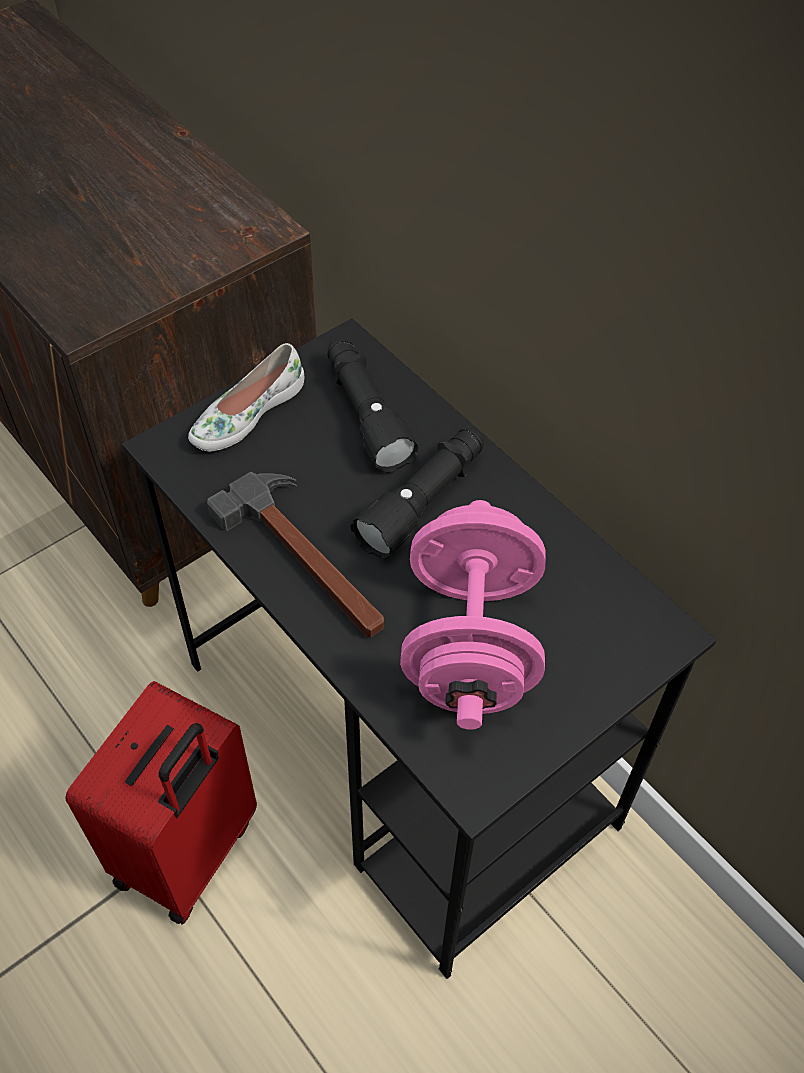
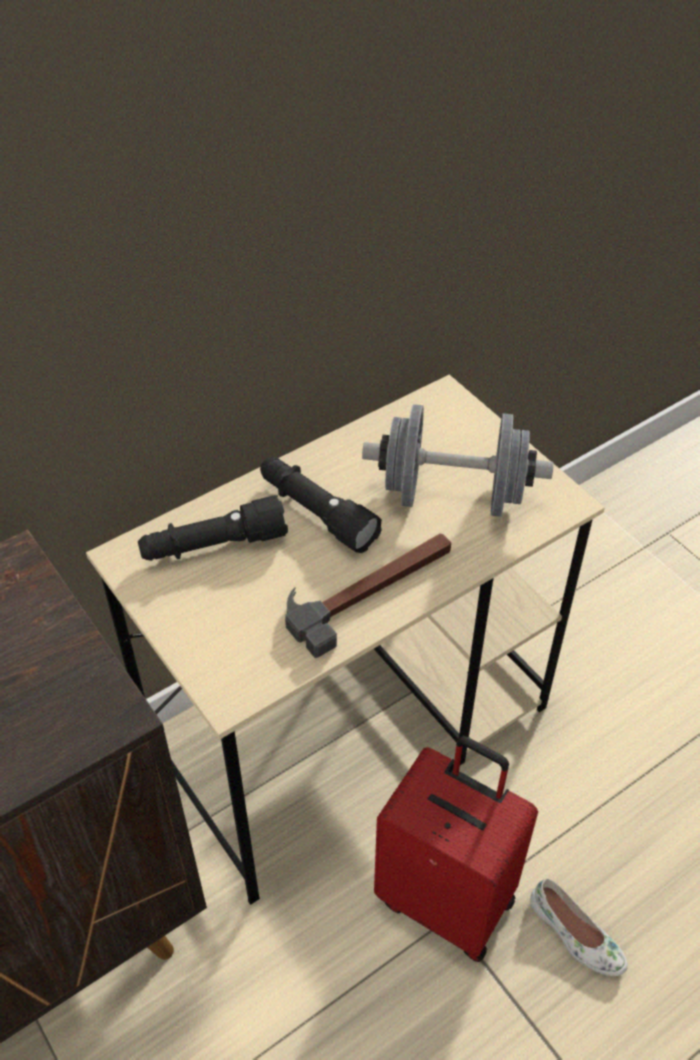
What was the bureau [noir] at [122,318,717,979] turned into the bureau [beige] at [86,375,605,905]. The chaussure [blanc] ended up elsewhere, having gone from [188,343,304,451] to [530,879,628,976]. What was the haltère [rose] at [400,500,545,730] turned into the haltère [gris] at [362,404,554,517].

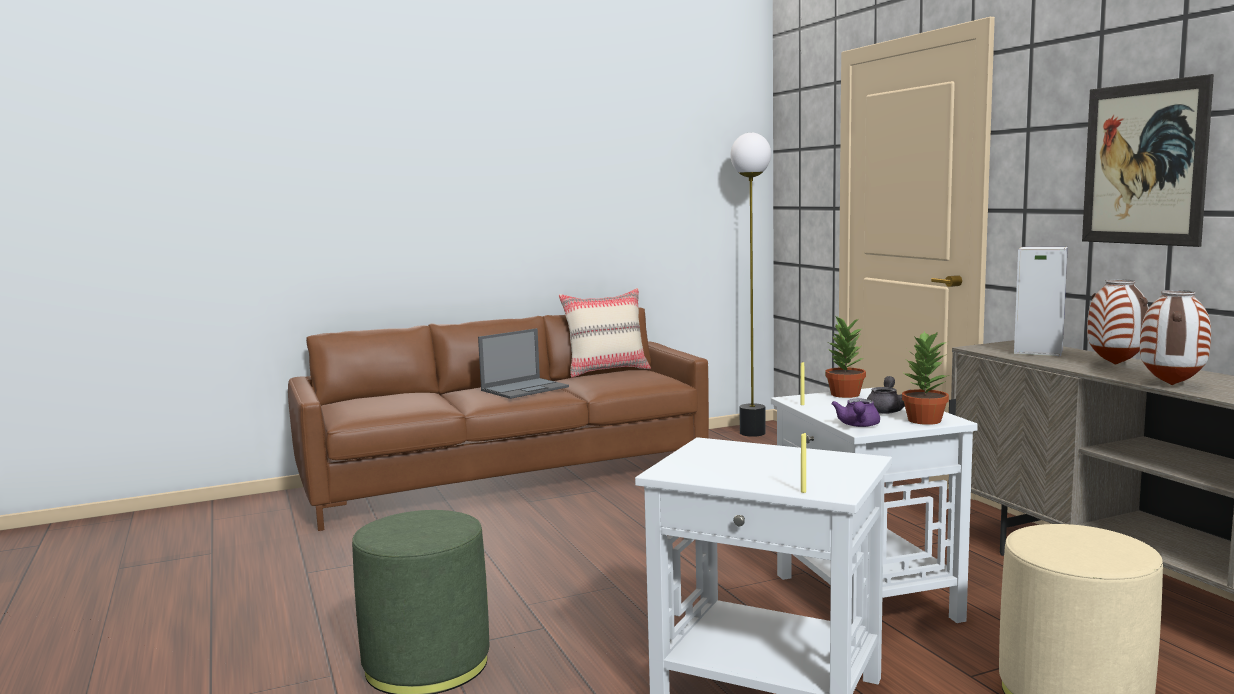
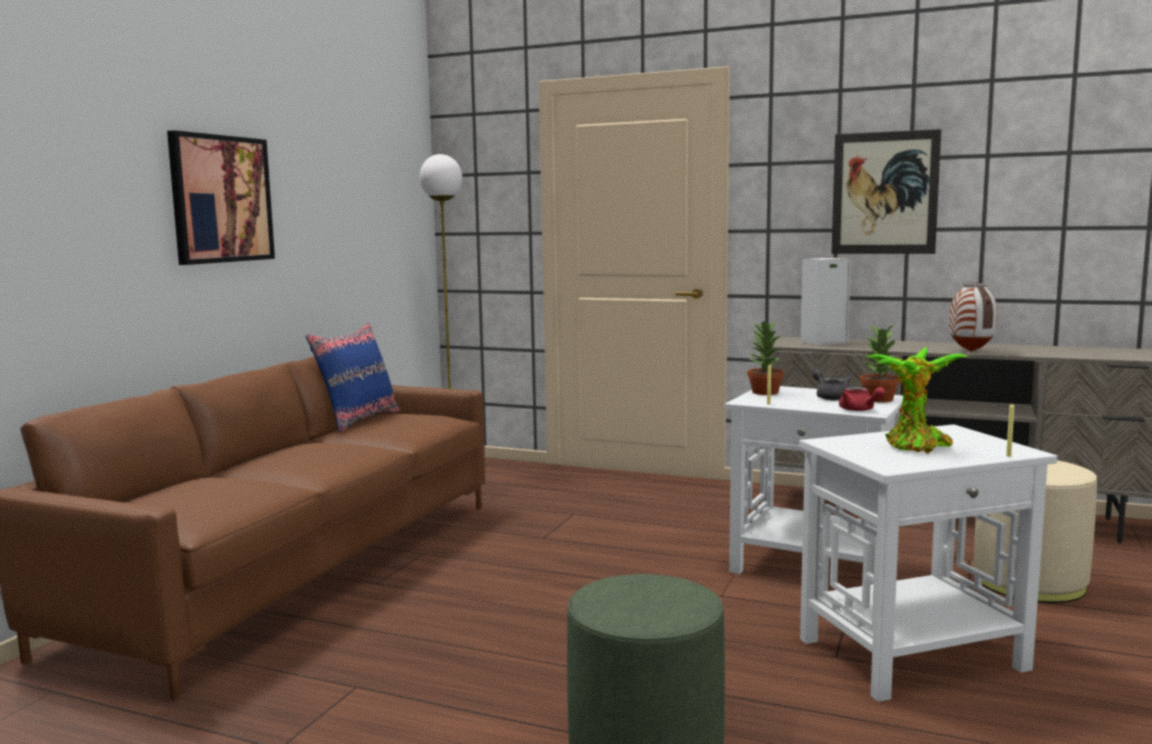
The second view lost the ordinateur portable at [478,328,569,399]. What was the coussin [beige] at [559,288,651,378] turned into the coussin [bleu] at [306,323,400,432]. What was the théière [violet] at [831,399,880,427] turned into the théière [rouge] at [839,387,886,411]. The second view lost the vase at [1087,279,1148,365]. The second view gained the tableau at [167,130,275,265]. The second view gained the plante en pot at [866,347,969,454].

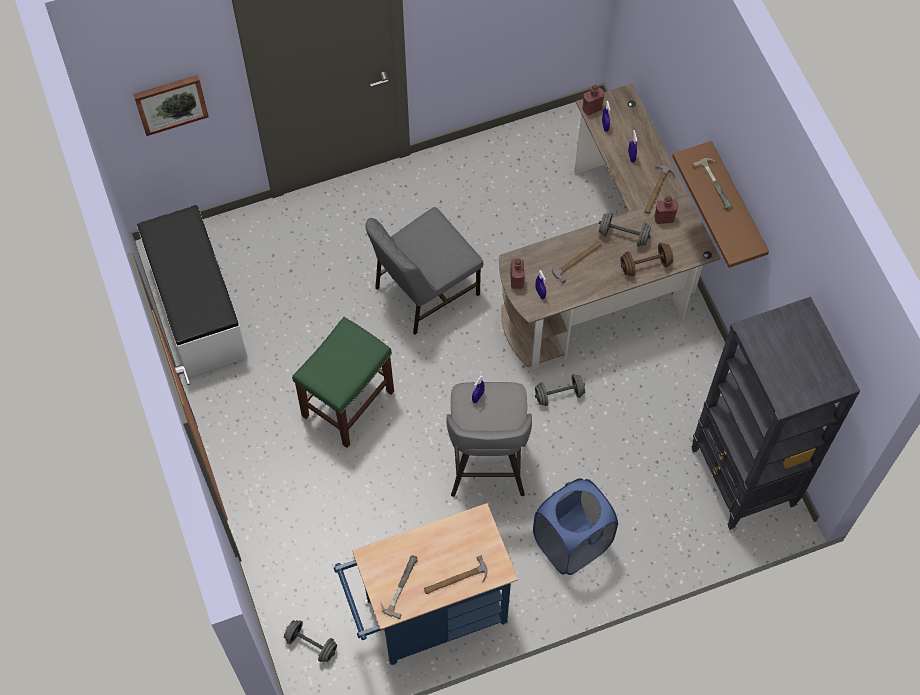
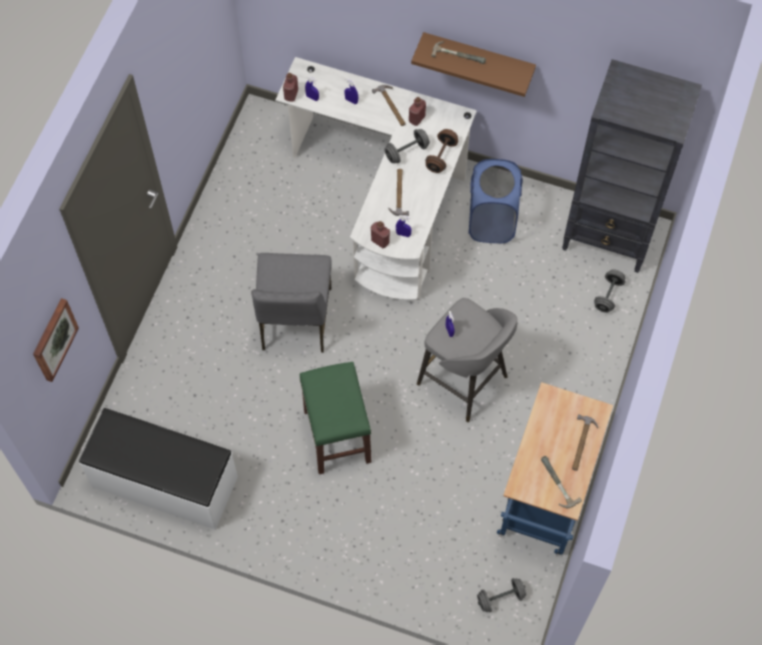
What was the bureau [marron] at [499,84,720,370] turned into the bureau [blanc] at [275,57,477,300]. The panier à linge [bleu] ended up elsewhere, having gone from [533,478,618,575] to [469,159,523,243]. The haltère [gris] ended up elsewhere, having gone from [535,374,585,406] to [594,269,625,313].

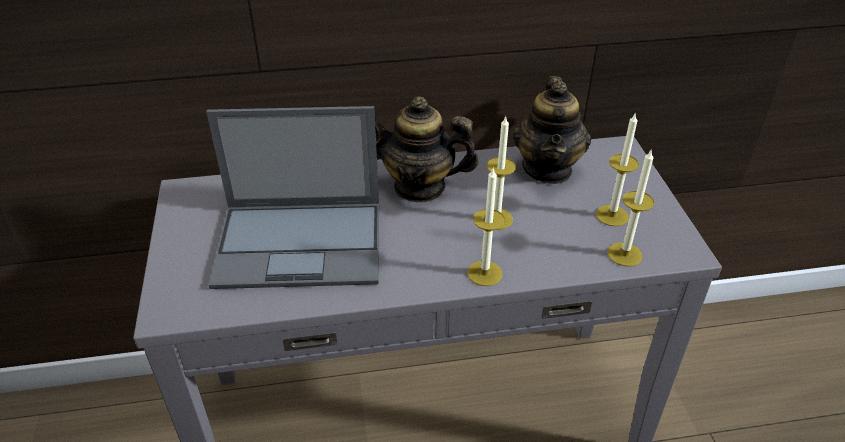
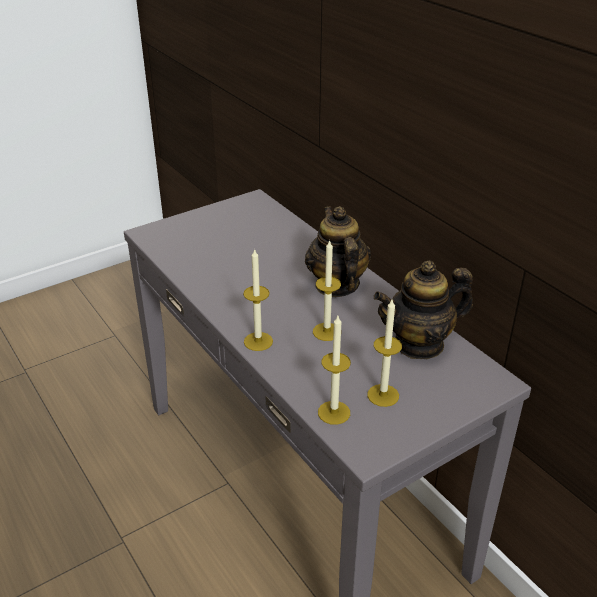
The second view lost the ordinateur portable at [206,106,379,289].

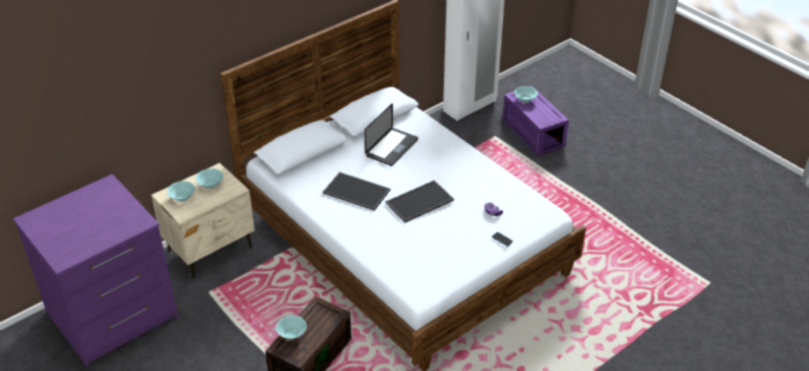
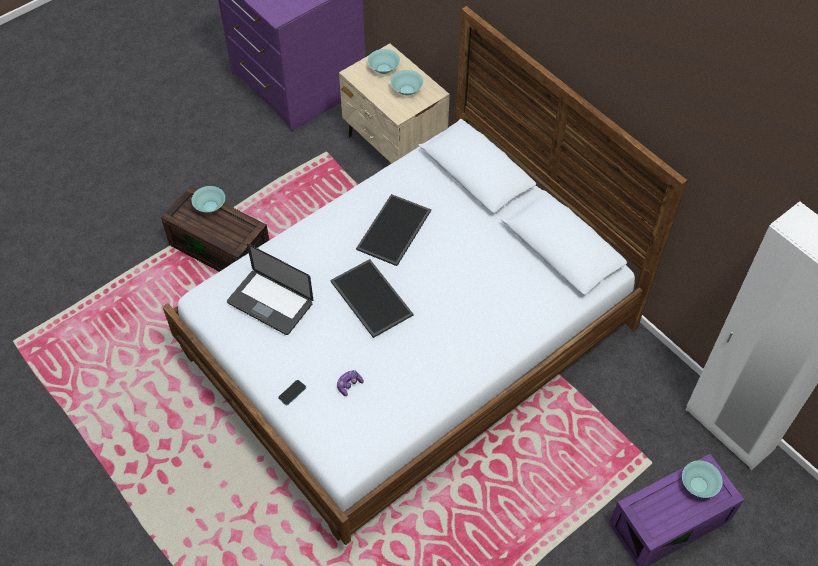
The ordinateur portable ended up elsewhere, having gone from [364,103,418,166] to [227,244,313,335].

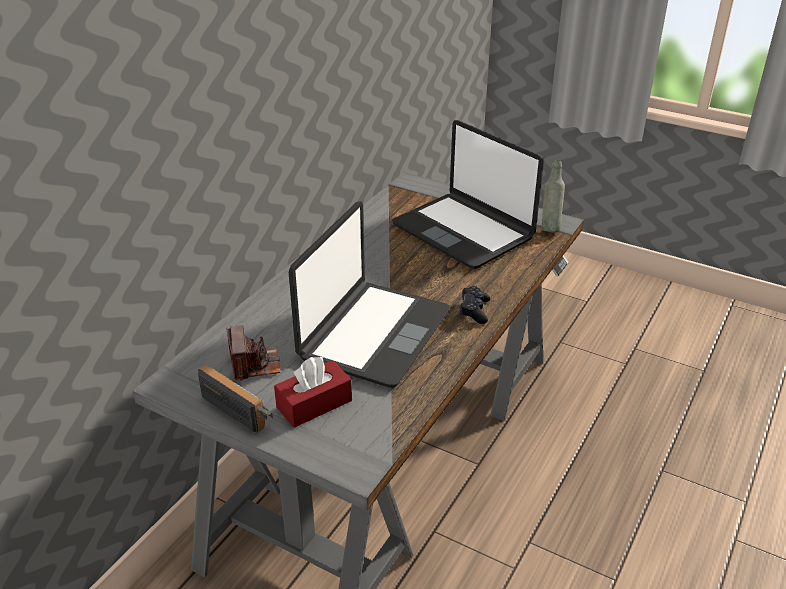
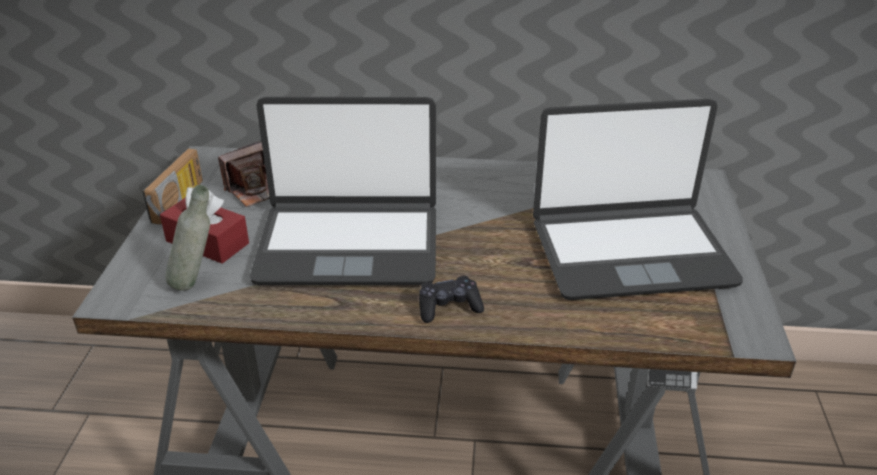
The ordinateur portable at [392,120,544,269] ended up facing another way, 120 degrees counterclockwise from before. The bouteille [gris] ended up elsewhere, having gone from [542,160,565,232] to [165,185,210,291].

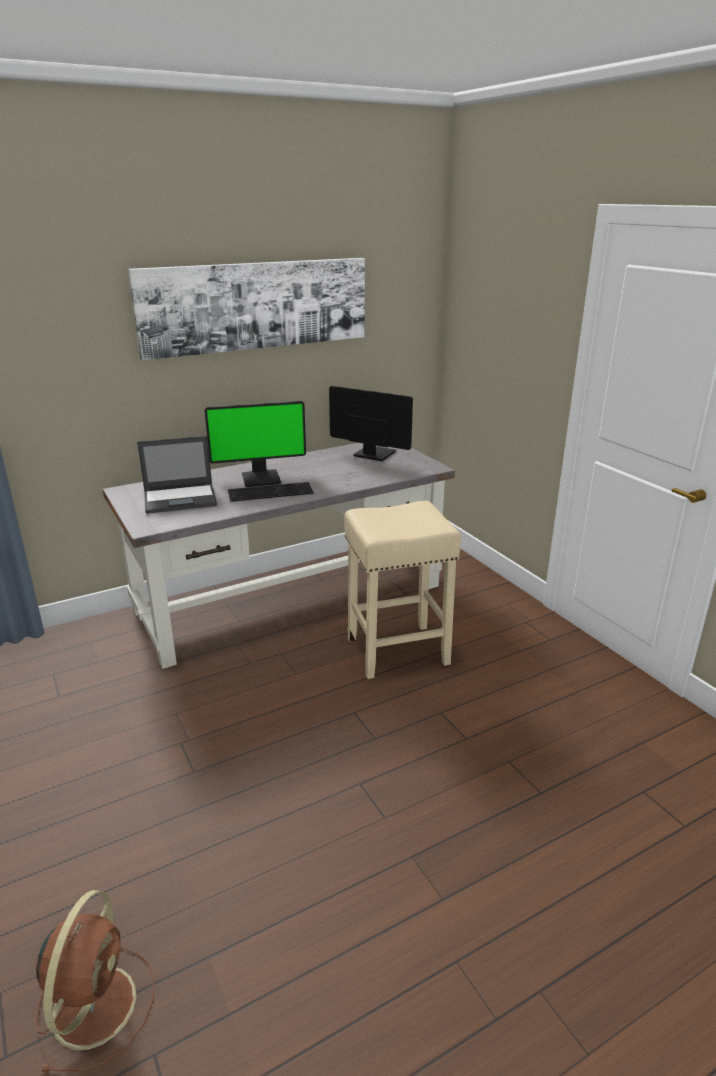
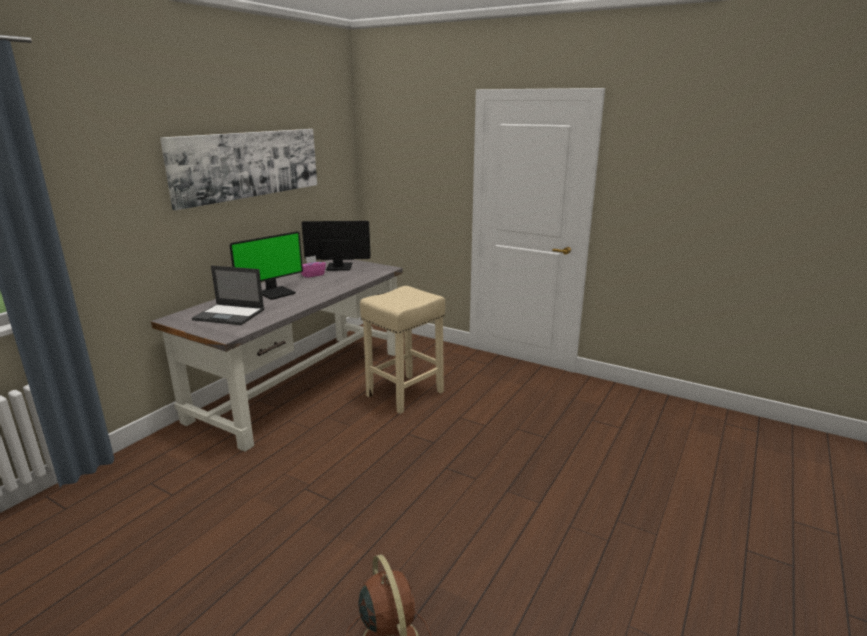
The ordinateur portable at [137,436,217,514] ended up facing another way, 60 degrees clockwise from before. The second view lost the clavier at [228,482,314,502]. The second view gained the boîte à mouchoirs [rose] at [301,256,326,278].

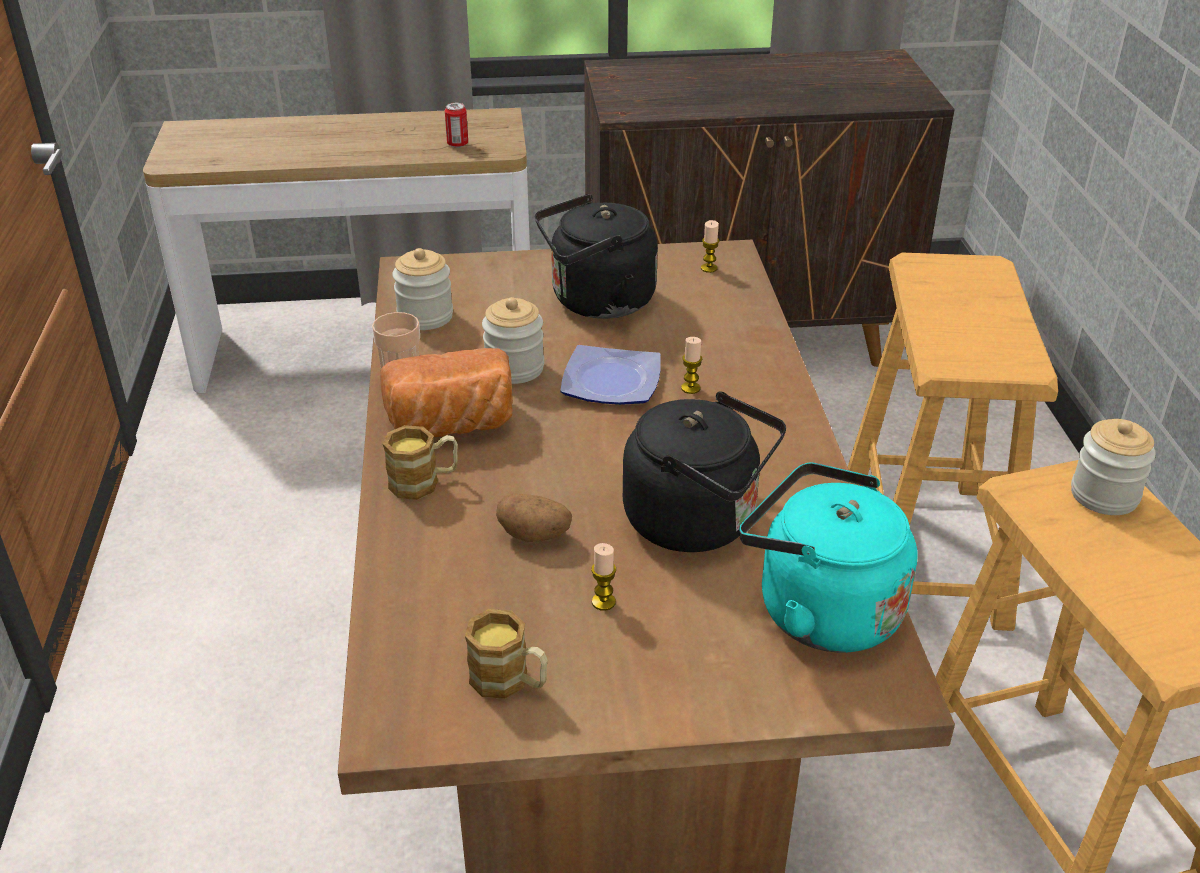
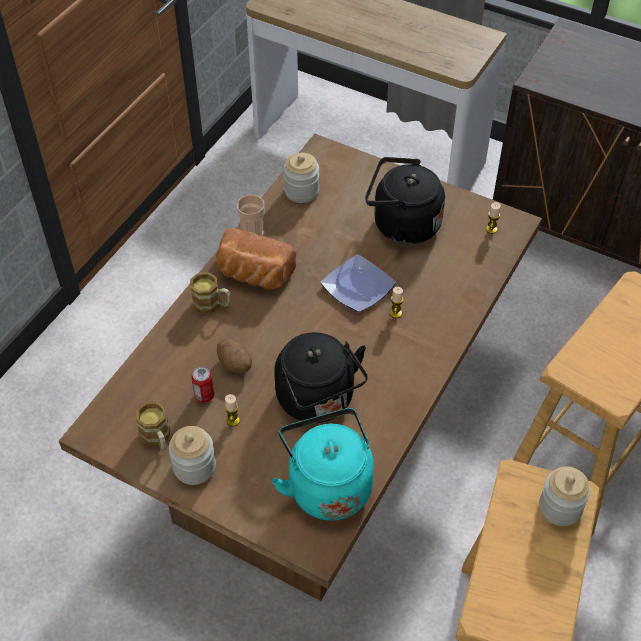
The boîte métallique ended up elsewhere, having gone from [445,103,468,148] to [191,367,214,403]. The bocal ended up elsewhere, having gone from [482,297,544,384] to [169,426,216,485].

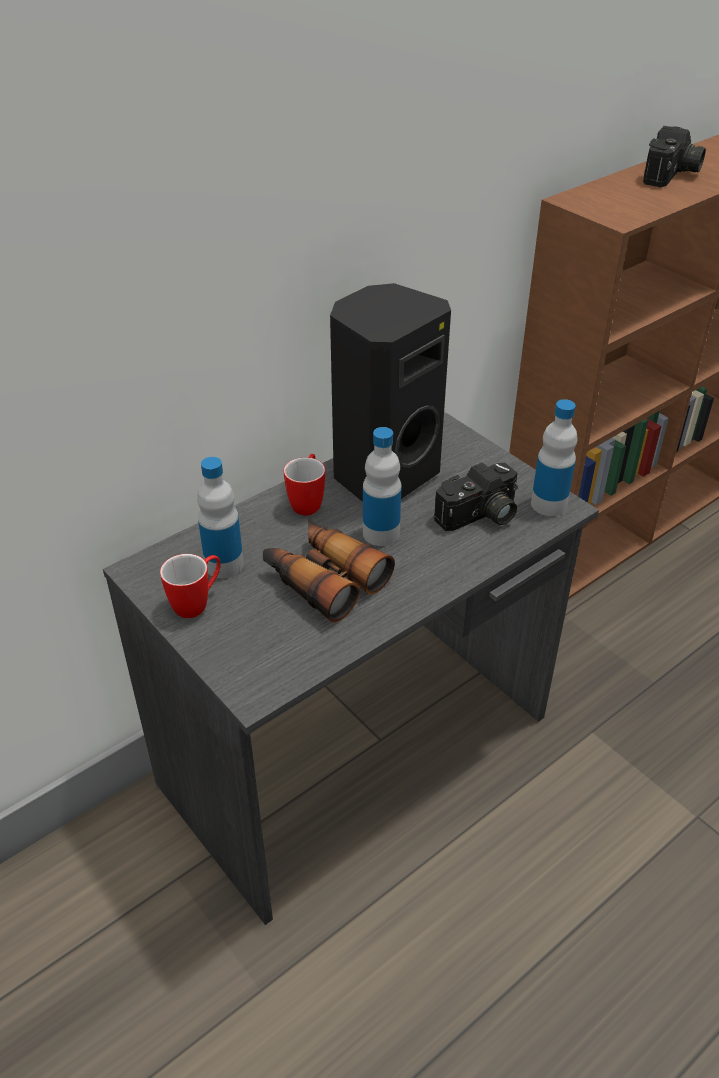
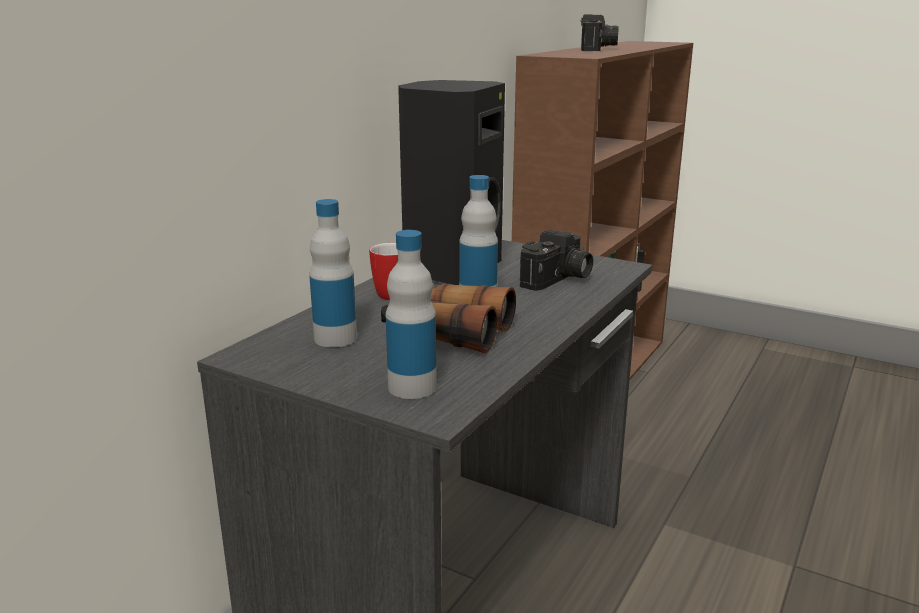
The second view lost the mug at [160,554,221,618]. The bouteille ended up elsewhere, having gone from [531,399,578,516] to [386,230,437,399].

